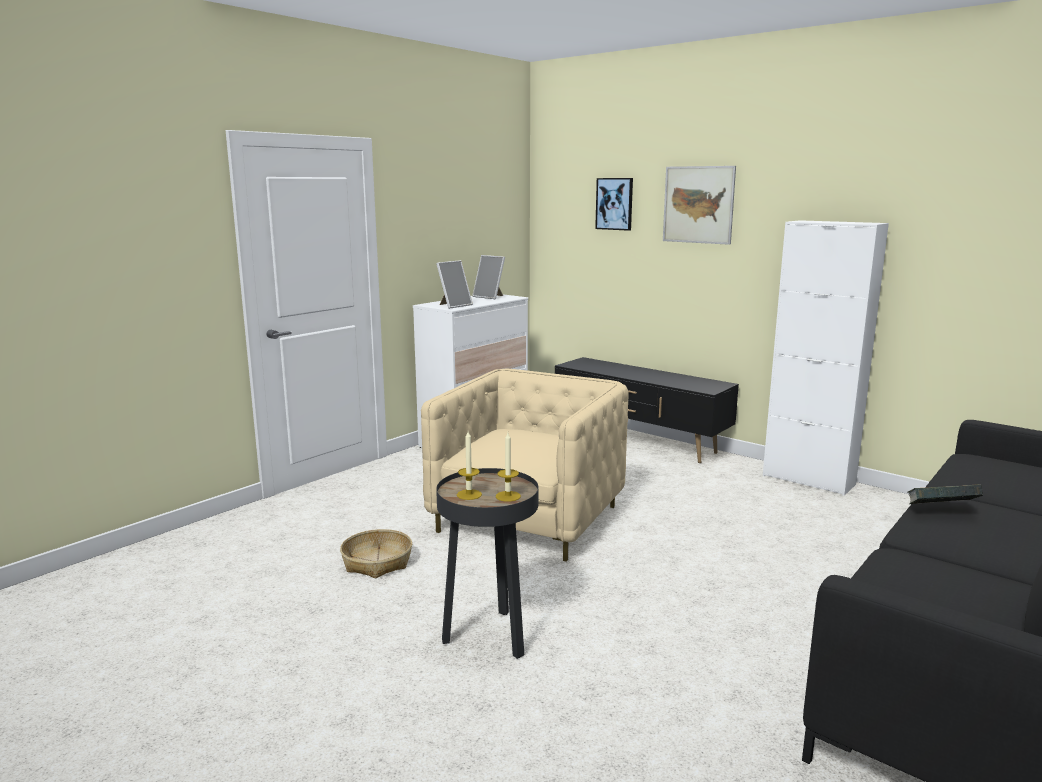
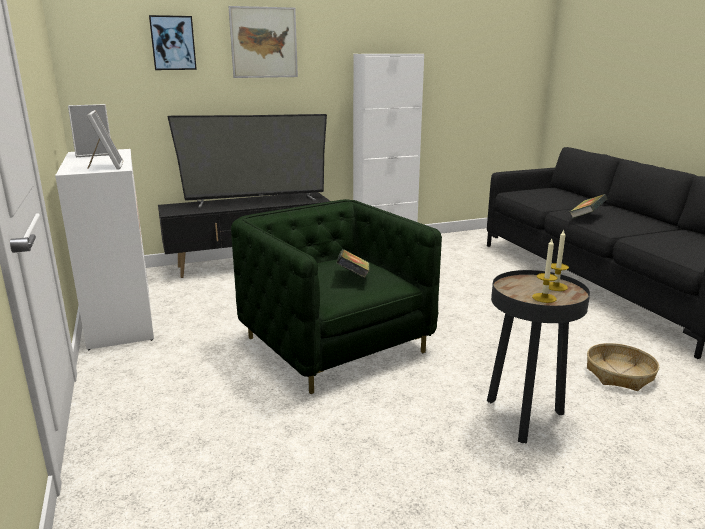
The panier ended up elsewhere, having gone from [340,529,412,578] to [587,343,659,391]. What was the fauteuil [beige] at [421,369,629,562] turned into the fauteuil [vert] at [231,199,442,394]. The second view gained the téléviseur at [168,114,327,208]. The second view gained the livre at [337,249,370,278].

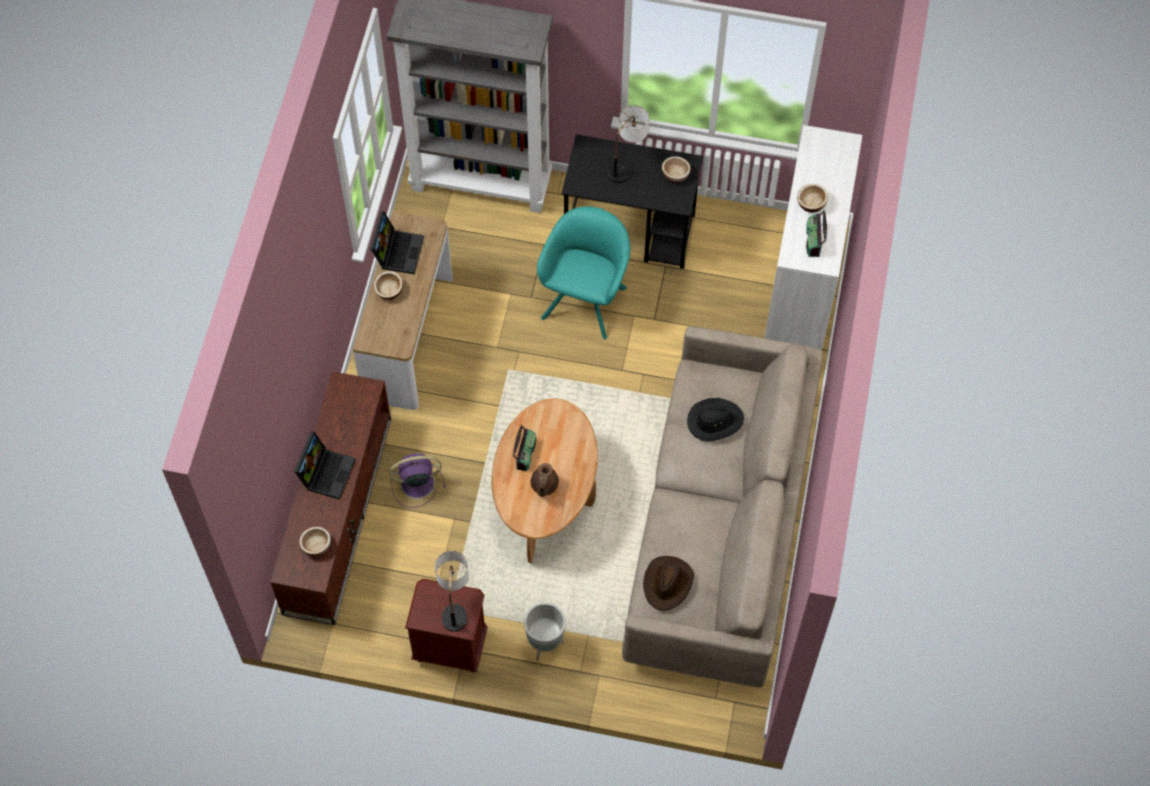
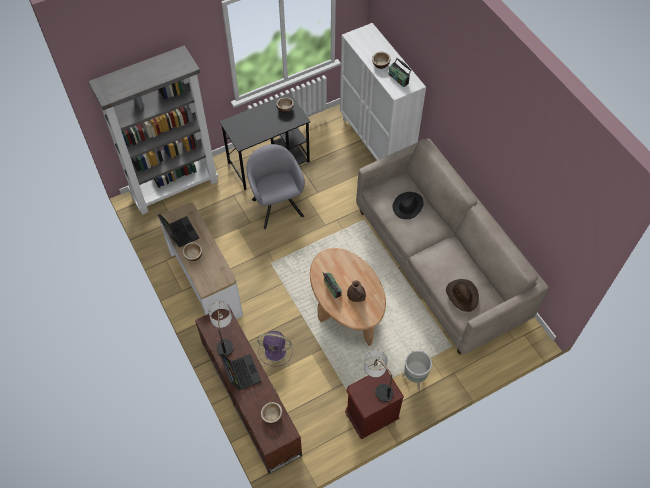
The ventilateur [violet] at [389,453,446,508] ended up facing another way, 120 degrees counterclockwise from before. What was the fauteuil [turquoise] at [537,207,630,339] turned into the fauteuil [gris] at [247,144,305,229]. The lampe de table ended up elsewhere, having gone from [608,105,649,183] to [208,301,233,356].

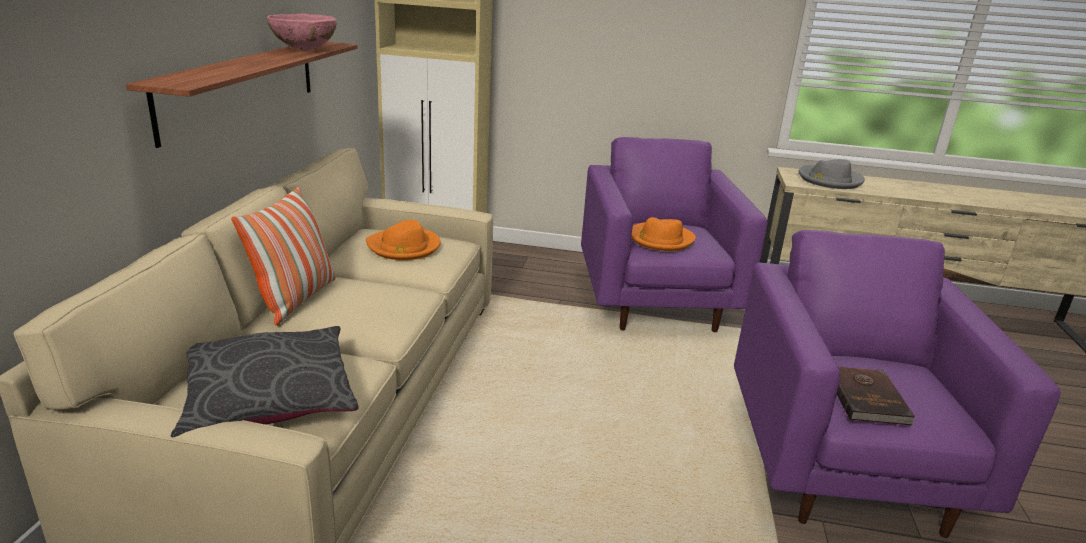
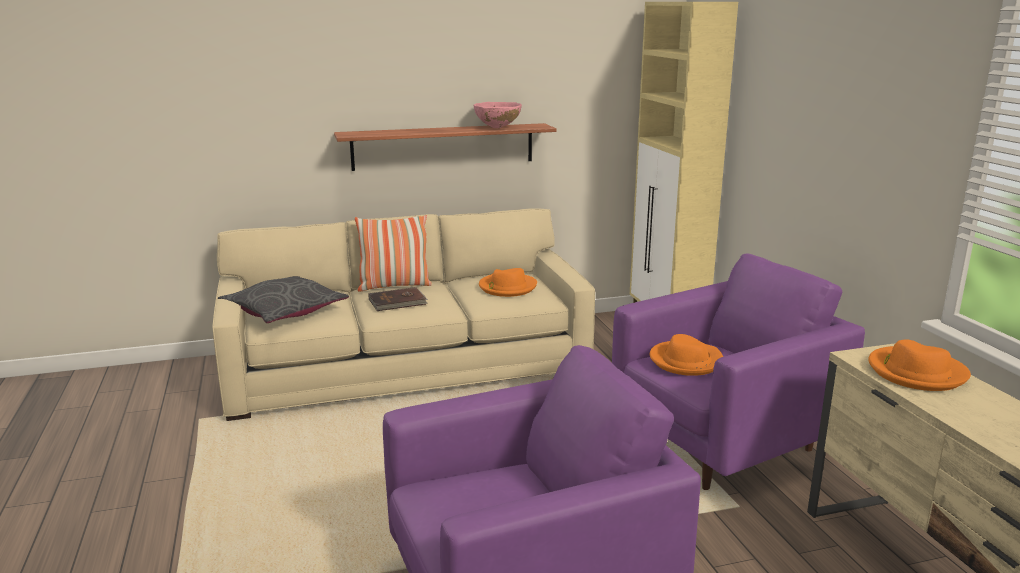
What was the chapeau [gris] at [798,159,865,189] turned into the chapeau [orange] at [868,339,971,391]. The livre [marron] ended up elsewhere, having gone from [837,367,916,425] to [368,287,428,311].

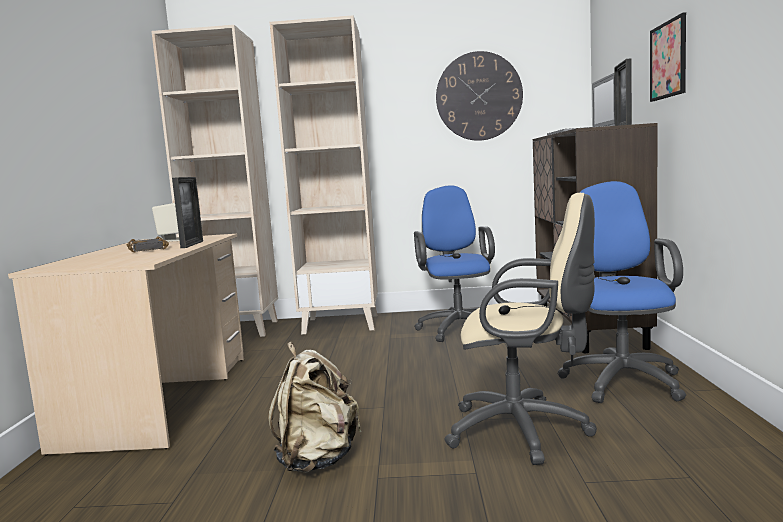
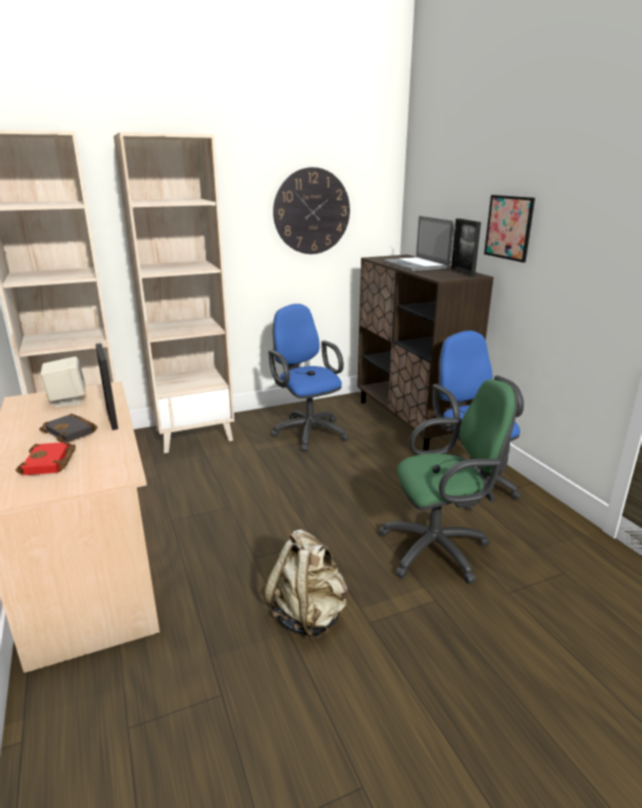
What was the chaise de bureau [beige] at [444,193,597,465] turned into the chaise de bureau [vert] at [378,380,518,584]. The second view gained the livre [rouge] at [16,442,76,475].

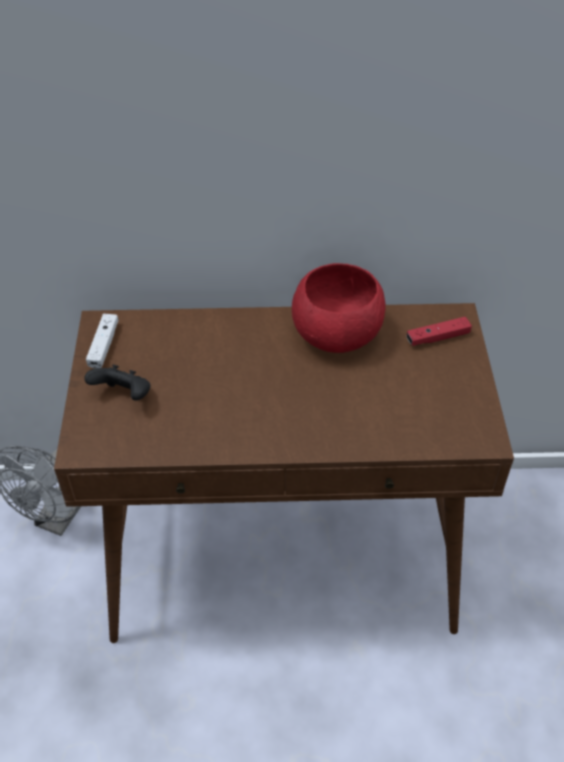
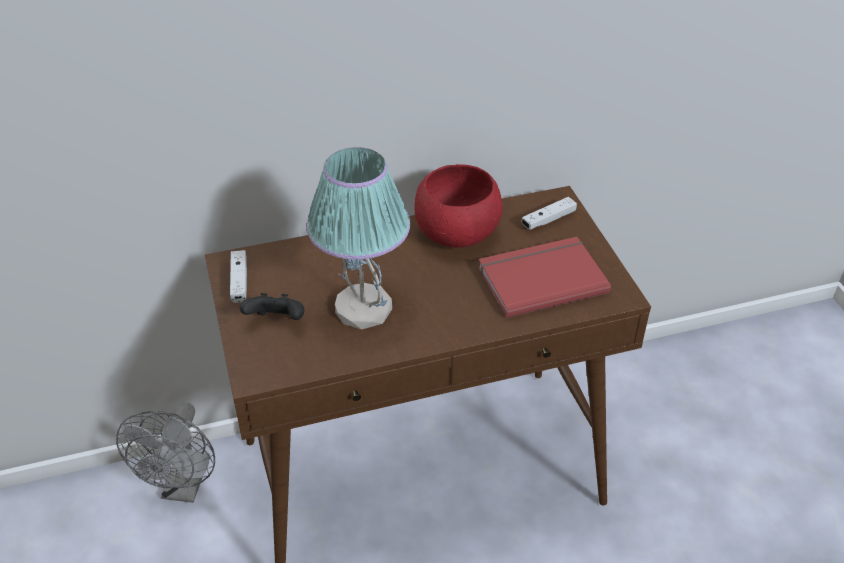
What was the manette [rouge] at [407,317,472,346] turned into the manette [blanc] at [522,197,577,230]. The second view gained the lampe de table at [306,147,410,329]. The second view gained the livre [rouge] at [478,237,611,318].

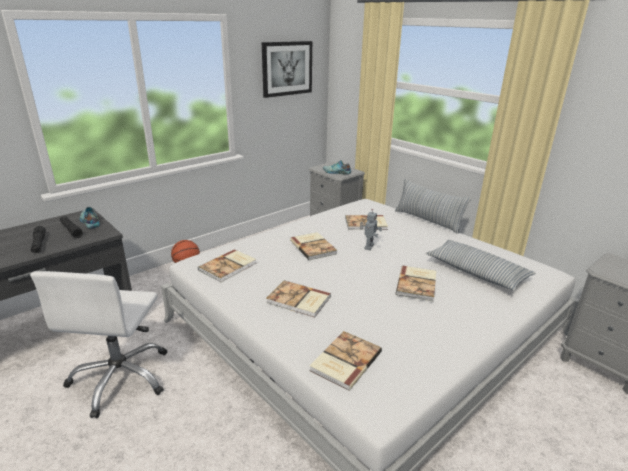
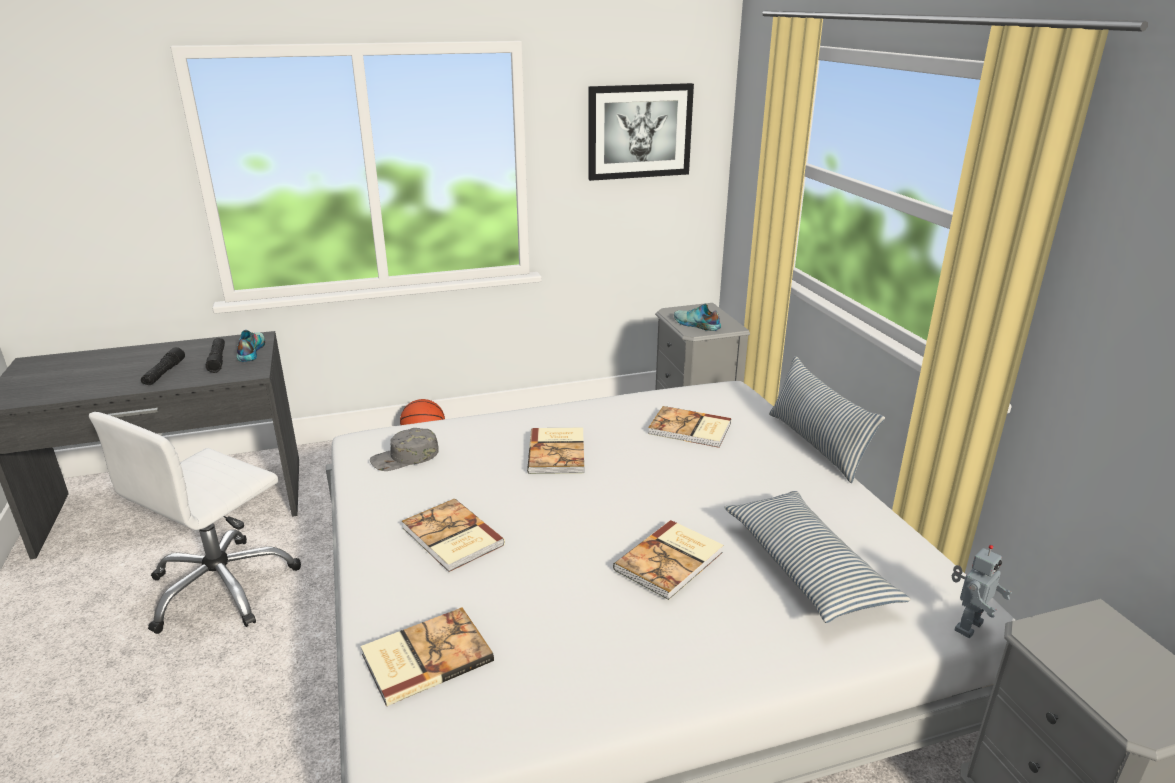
Where the livre stood at [198,249,256,282], the casquette [gris] came to stand at [370,428,439,471]. The robot jouet ended up elsewhere, having gone from [360,209,382,250] to [952,545,1012,638].

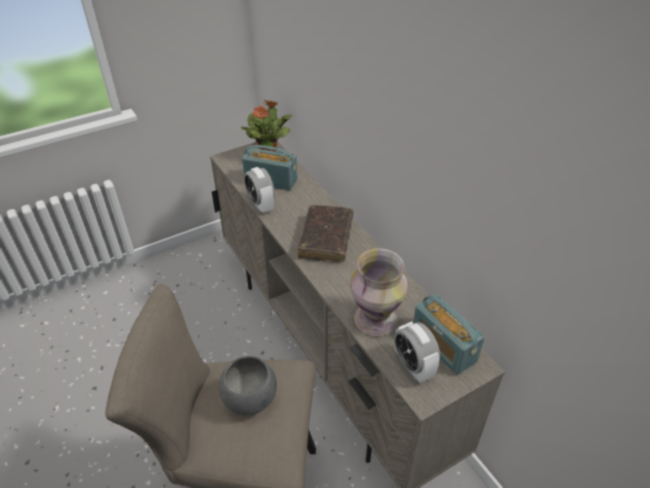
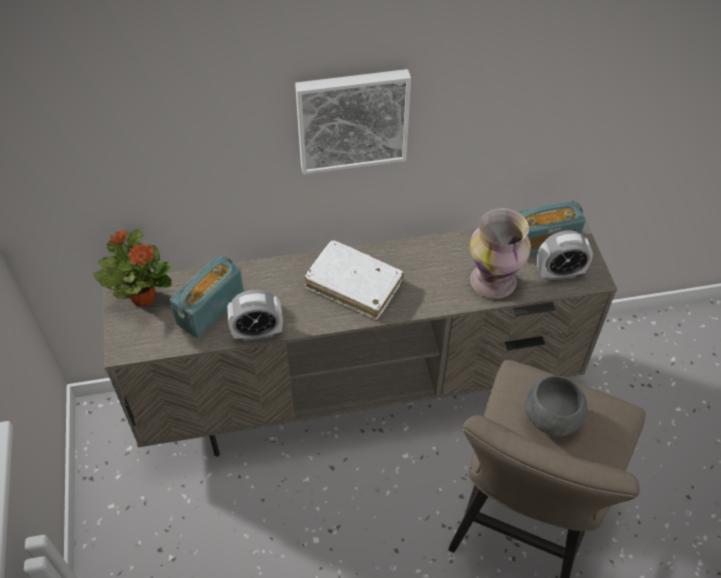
What was the livre [marron] at [297,205,353,262] turned into the livre [blanc] at [305,240,404,319]. The second view gained the tableau at [295,69,411,175].

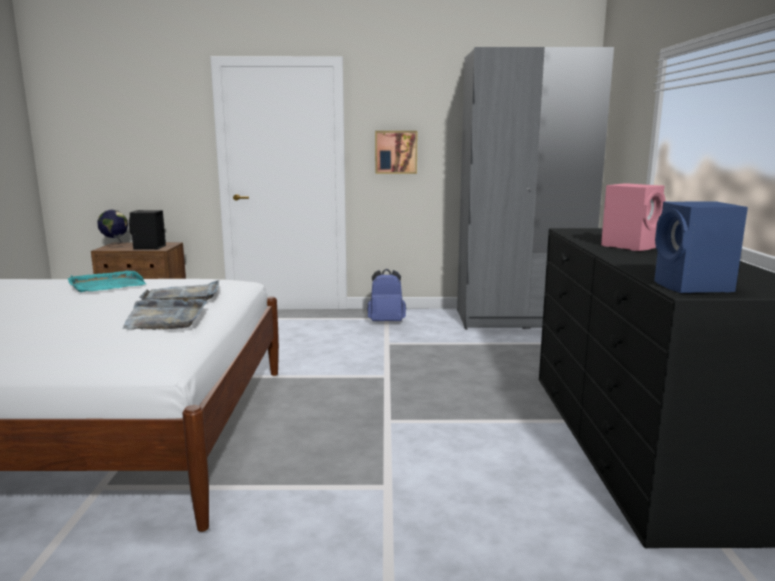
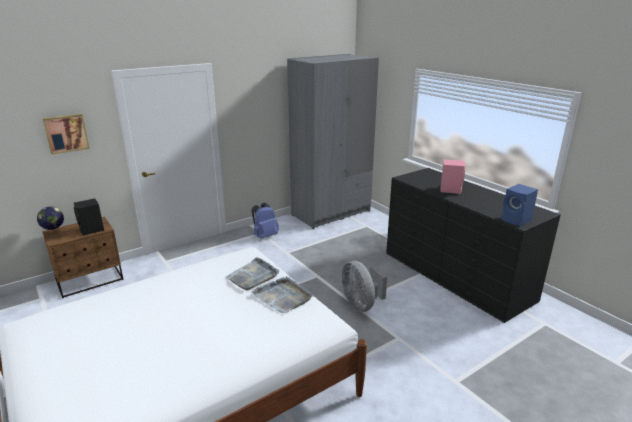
The second view lost the plateau [turquoise] at [68,270,146,292]. The tableau ended up elsewhere, having gone from [375,131,417,174] to [42,114,90,154]. The second view gained the ventilateur [gris] at [342,261,387,312].

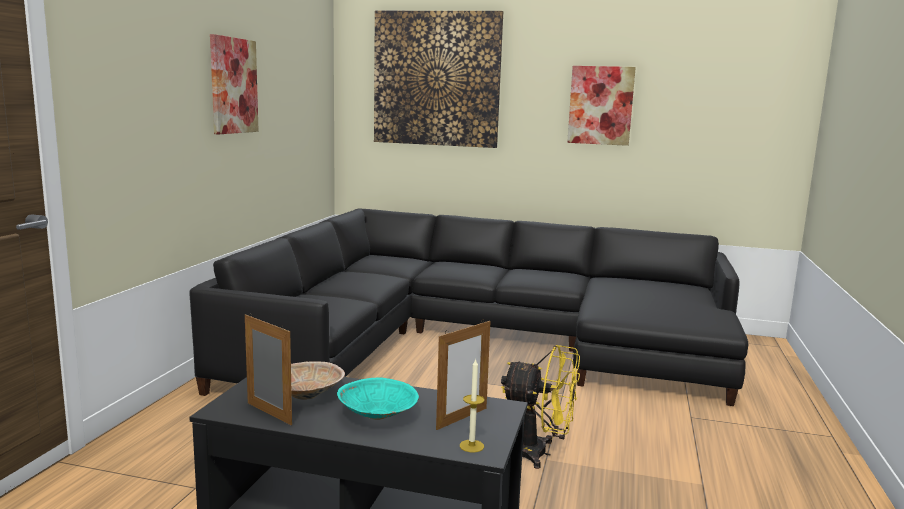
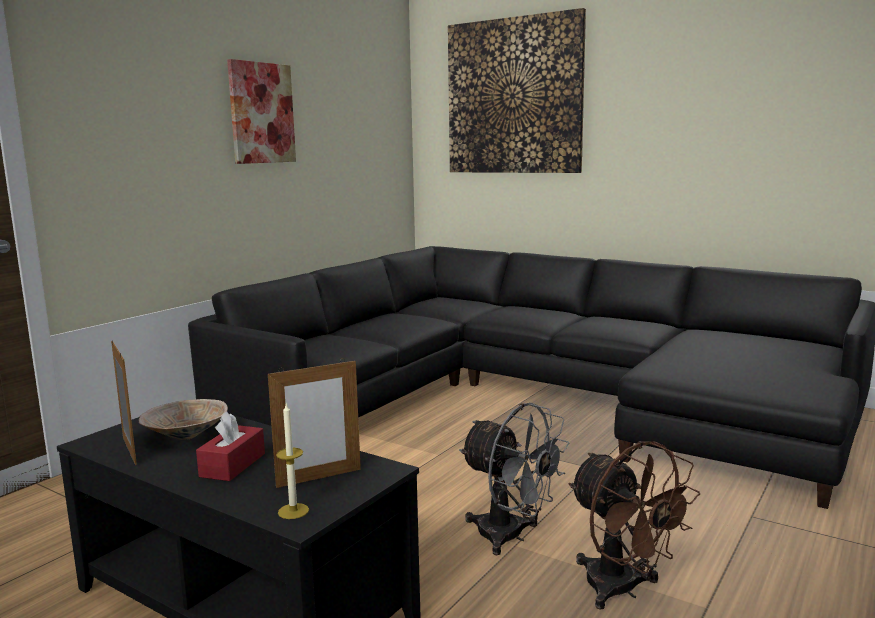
Where the bol [turquoise] stood at [337,377,419,420], the boîte à mouchoirs [rouge] came to stand at [196,411,265,481]. What was the ventilateur [jaune] at [501,345,580,469] turned into the ventilateur [gris] at [459,403,569,555]. The second view lost the tableau at [567,66,636,146]. The second view gained the ventilateur [marron] at [568,441,700,610].

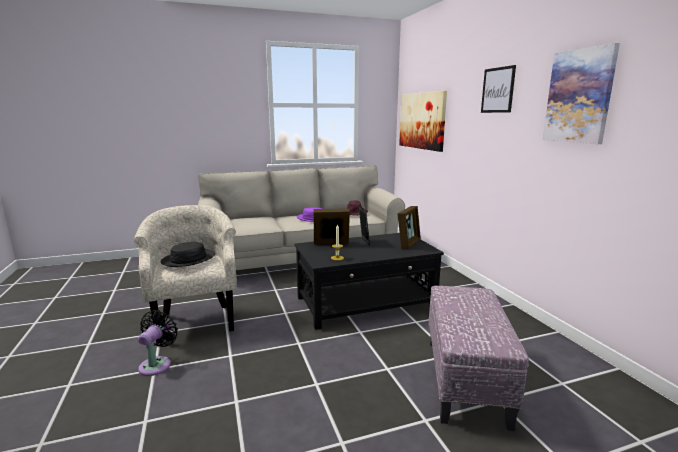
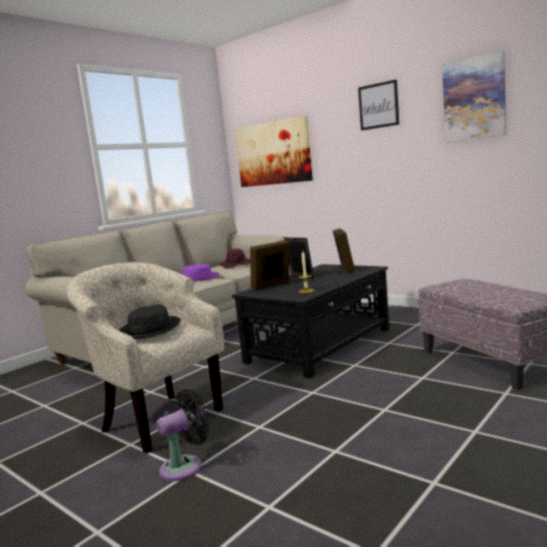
The ventilateur [noir] at [138,310,178,376] ended up facing another way, 75 degrees clockwise from before.

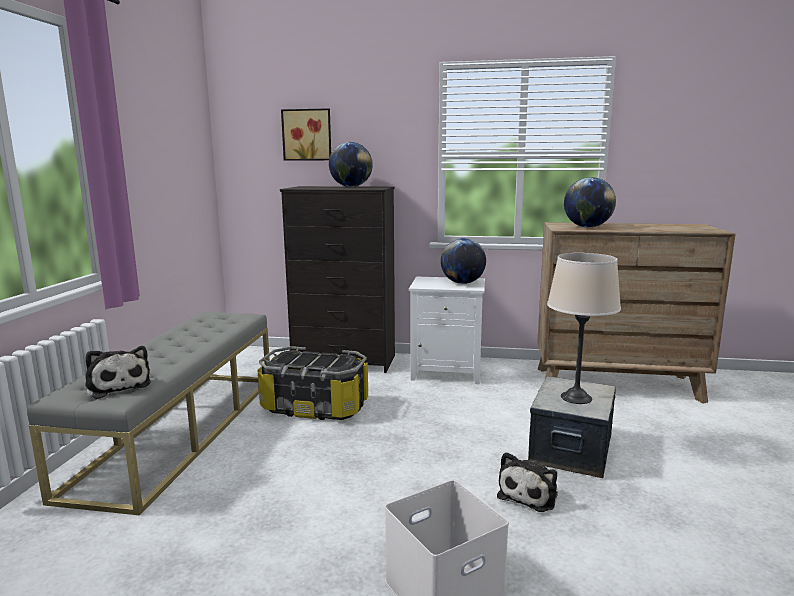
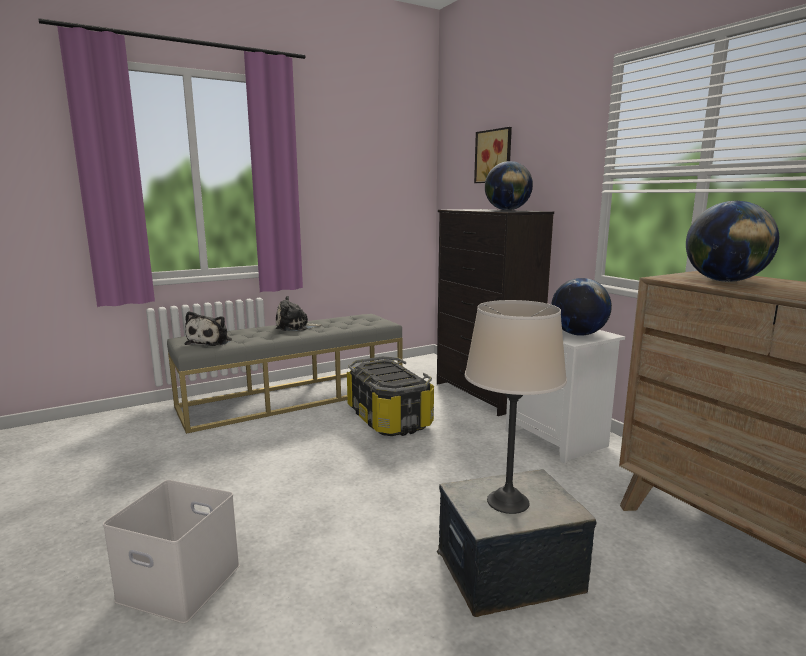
The peluche ended up elsewhere, having gone from [497,452,558,512] to [276,296,322,331].

